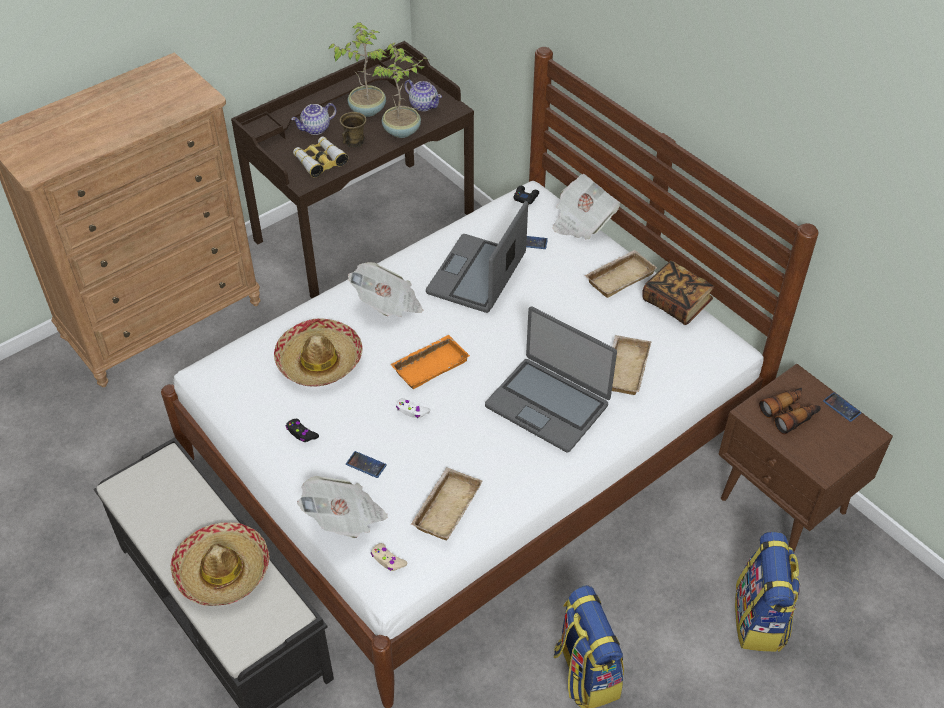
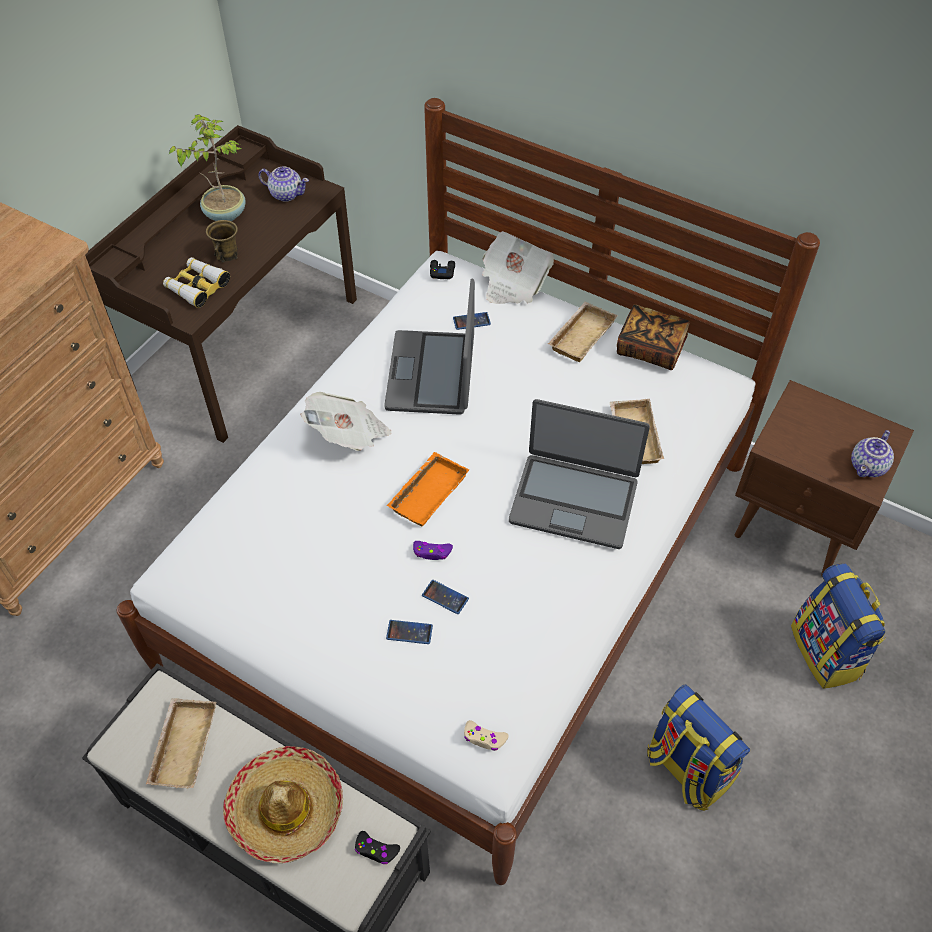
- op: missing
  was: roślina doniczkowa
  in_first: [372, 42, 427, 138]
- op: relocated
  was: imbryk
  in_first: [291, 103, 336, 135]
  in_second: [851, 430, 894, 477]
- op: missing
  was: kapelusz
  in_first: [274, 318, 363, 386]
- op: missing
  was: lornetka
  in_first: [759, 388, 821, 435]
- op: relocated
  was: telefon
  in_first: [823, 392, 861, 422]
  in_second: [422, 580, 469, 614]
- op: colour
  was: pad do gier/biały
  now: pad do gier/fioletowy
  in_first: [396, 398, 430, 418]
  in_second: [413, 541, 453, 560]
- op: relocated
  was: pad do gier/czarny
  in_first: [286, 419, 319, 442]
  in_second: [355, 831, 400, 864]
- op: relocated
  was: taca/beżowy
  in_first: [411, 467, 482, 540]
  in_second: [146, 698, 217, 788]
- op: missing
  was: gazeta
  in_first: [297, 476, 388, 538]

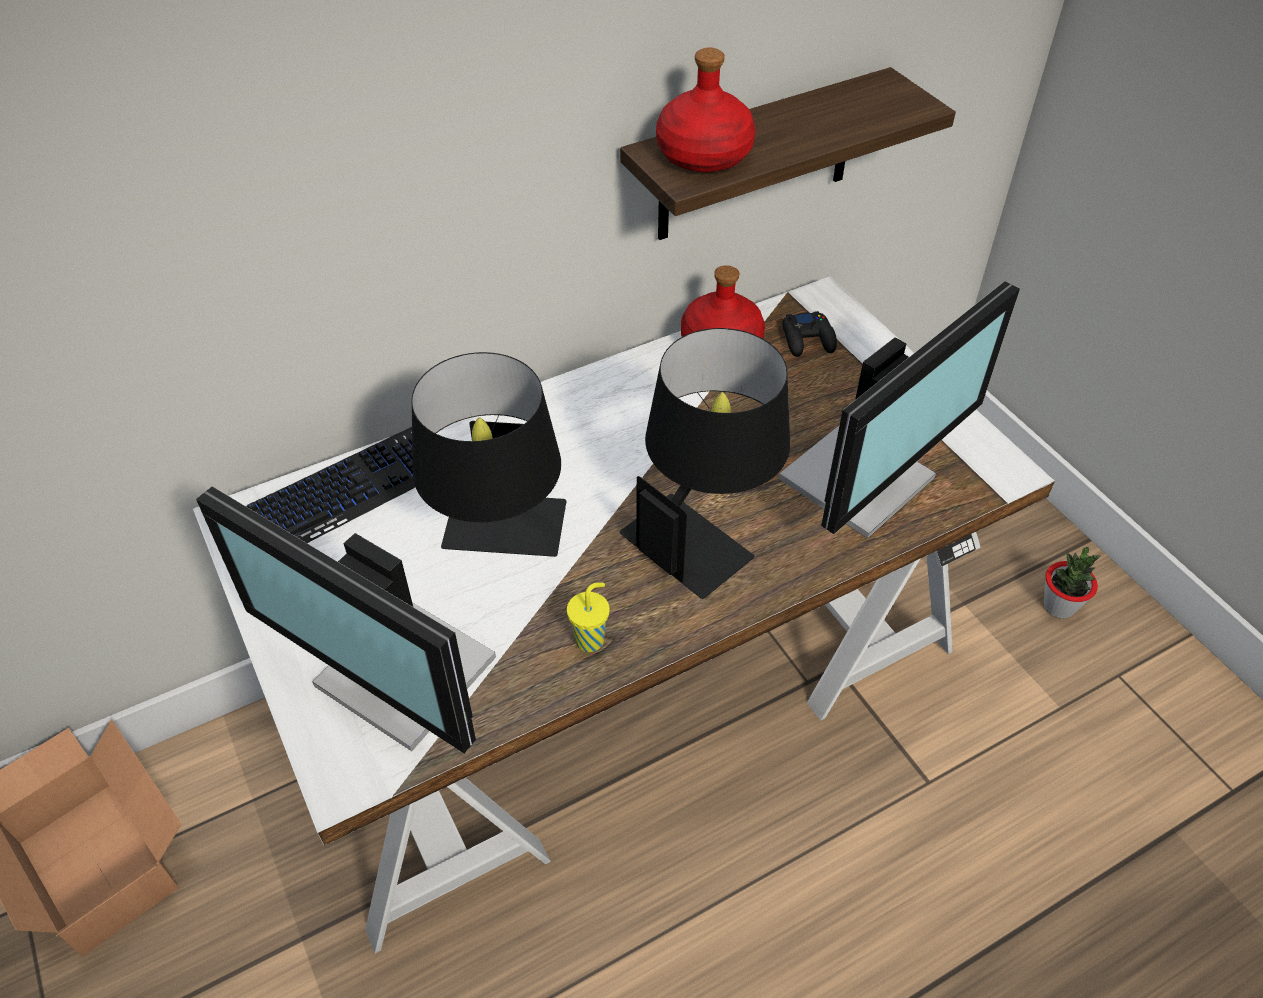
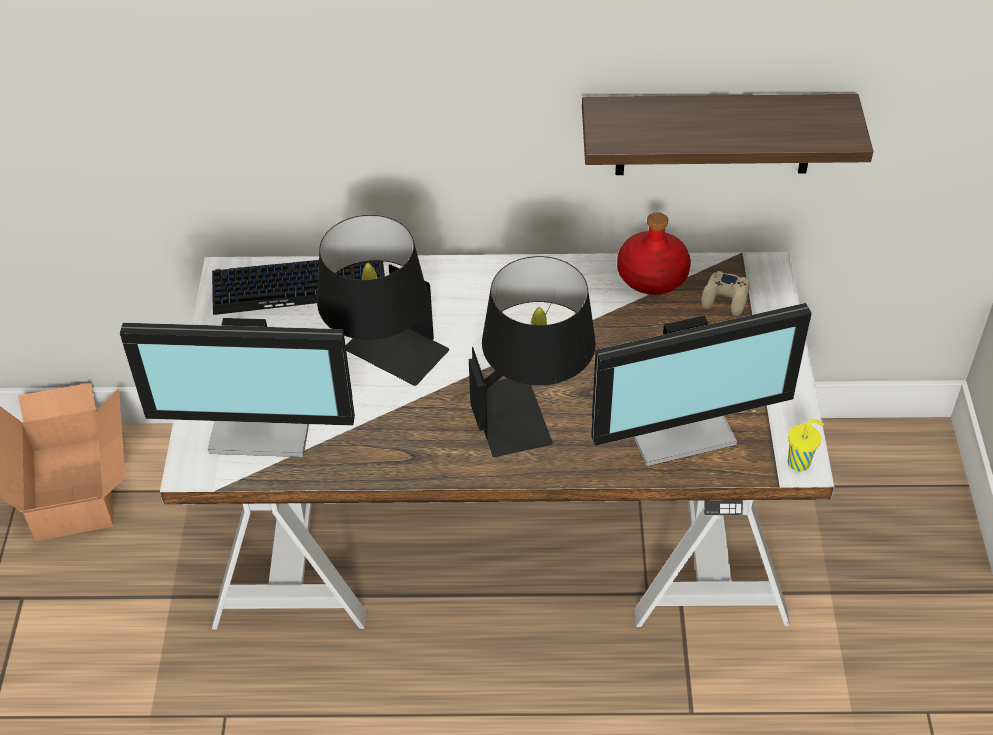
- op: missing
  was: butelka/czerwony
  in_first: [656, 48, 756, 172]
- op: colour
  was: pad do gier/czarny
  now: pad do gier/beżowy
  in_first: [782, 311, 837, 357]
  in_second: [701, 271, 750, 316]
- op: spun
  was: monitor
  in_first: [196, 486, 496, 753]
  in_second: [120, 318, 355, 457]
  clockwise: -60
- op: missing
  was: roślina doniczkowa
  in_first: [1044, 547, 1100, 618]
- op: relocated
  was: filiżanka/żółty
  in_first: [567, 583, 610, 652]
  in_second: [788, 419, 824, 471]

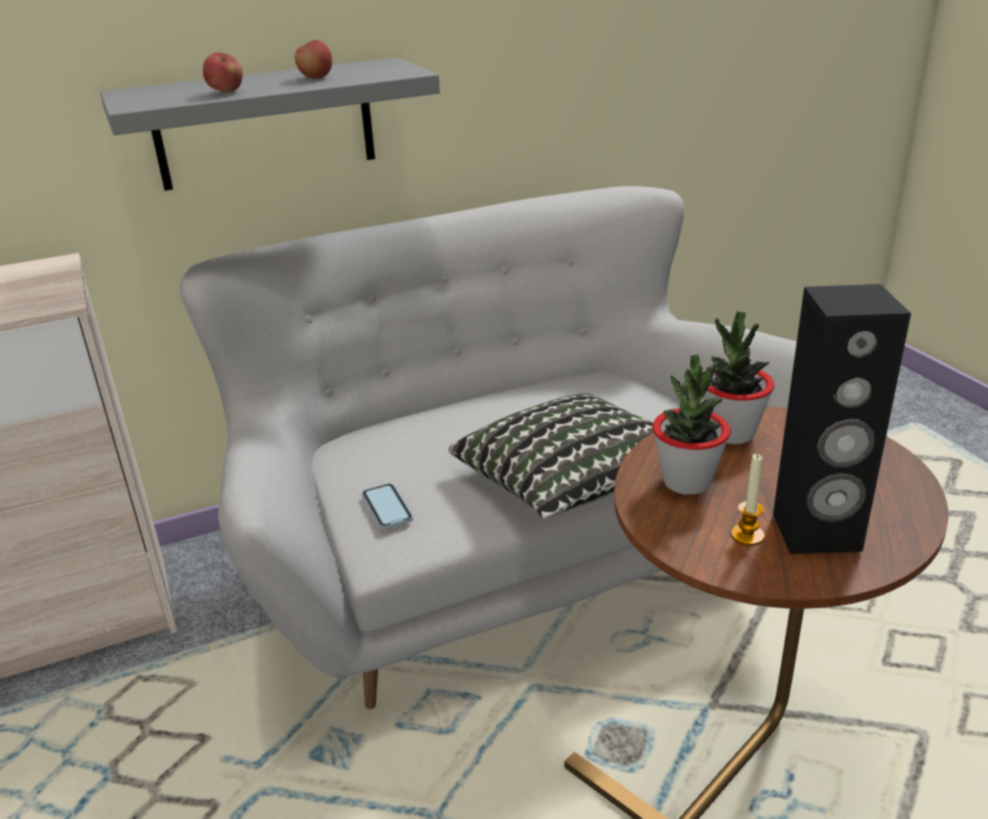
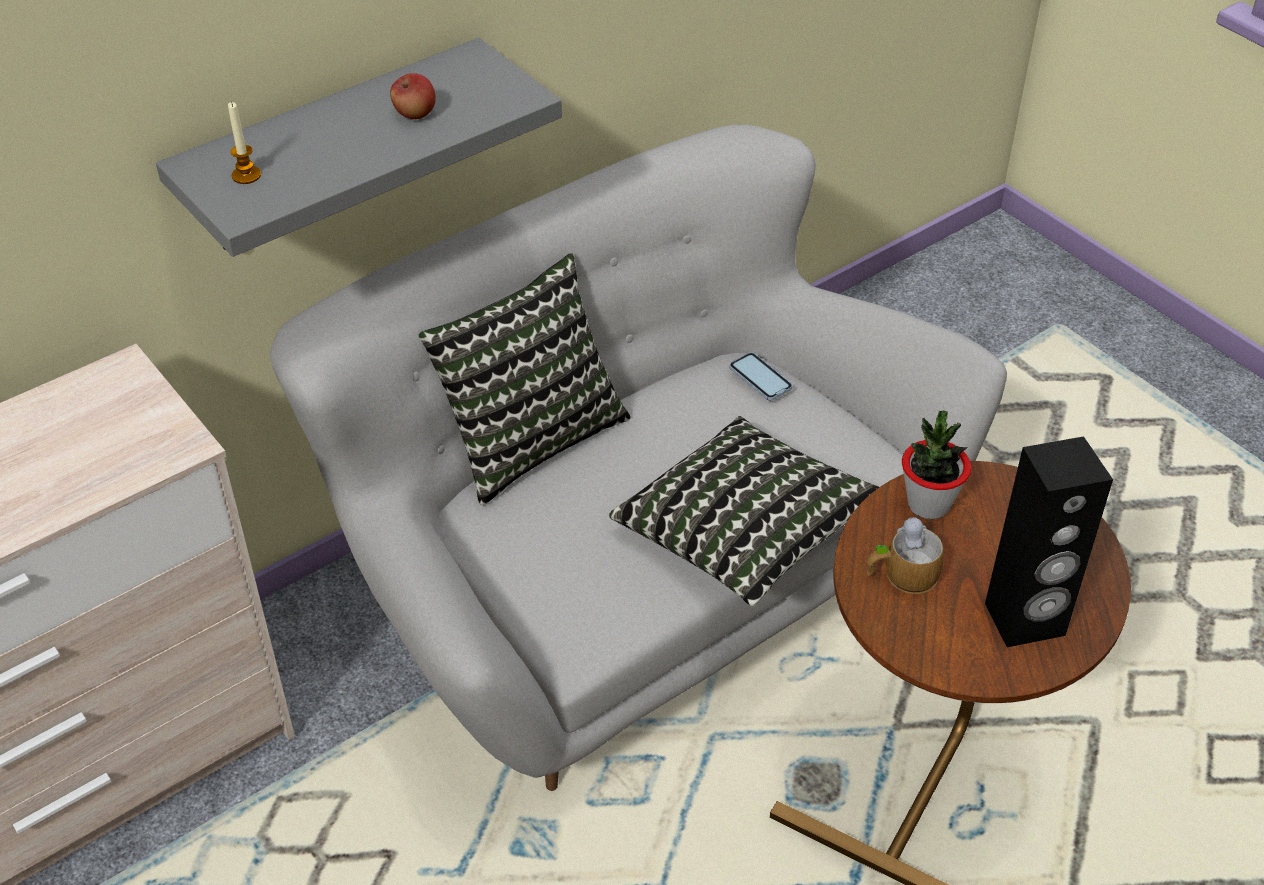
- op: missing
  was: jabłko
  in_first: [203, 52, 243, 92]
- op: exchanged
  was: roślina doniczkowa
  now: kubek
  in_first: [652, 354, 731, 495]
  in_second: [866, 517, 944, 594]
- op: relocated
  was: świeca
  in_first: [731, 454, 765, 546]
  in_second: [228, 102, 261, 184]
- op: relocated
  was: telefon
  in_first: [362, 483, 413, 529]
  in_second: [729, 353, 792, 400]
- op: appeared
  now: poduszka
  in_second: [419, 253, 631, 505]

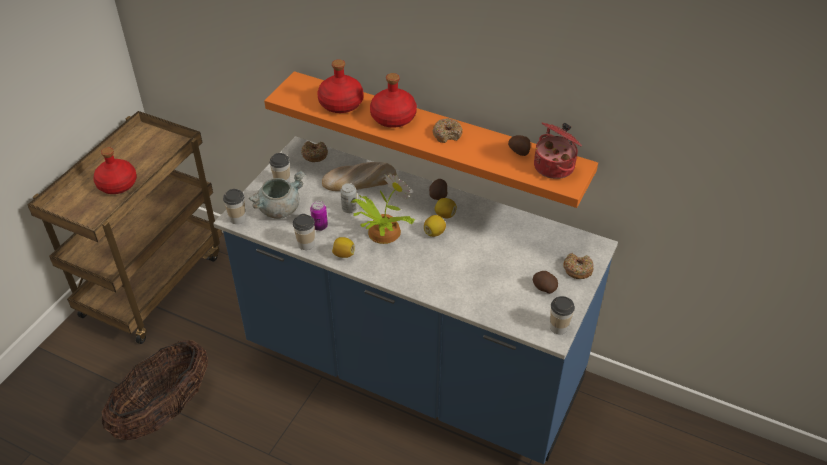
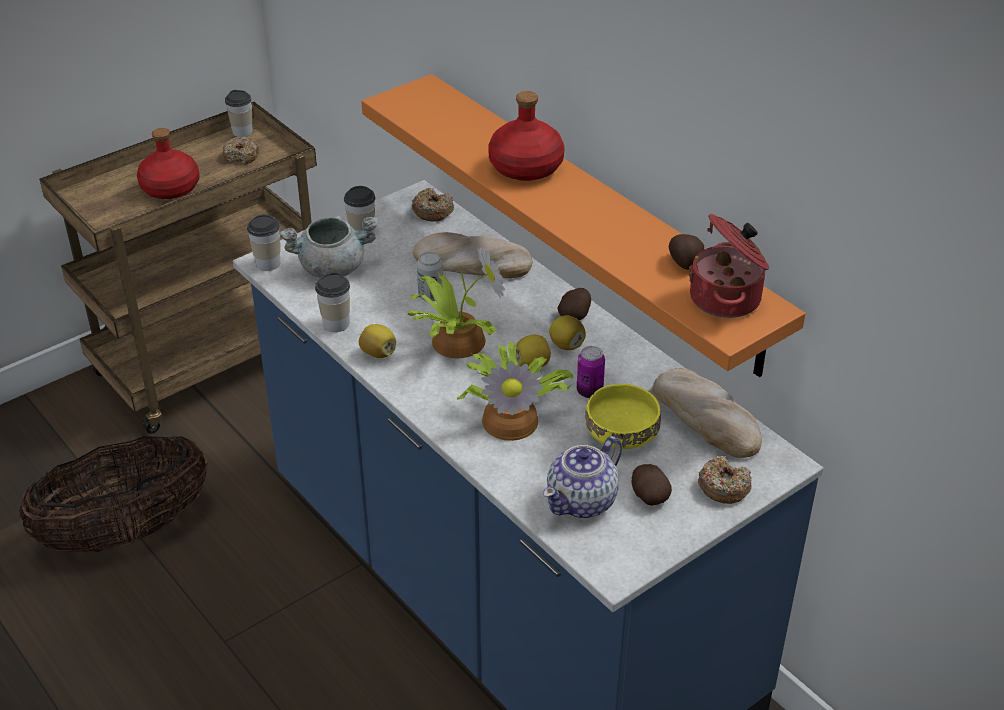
- op: missing
  was: butelka/czerwony
  in_first: [317, 59, 363, 113]
- op: relocated
  was: donut
  in_first: [433, 118, 463, 143]
  in_second: [223, 136, 259, 164]
- op: relocated
  was: puszka
  in_first: [310, 201, 328, 231]
  in_second: [577, 346, 605, 398]
- op: relocated
  was: filiżanka
  in_first: [550, 296, 575, 335]
  in_second: [225, 90, 253, 137]
- op: appeared
  now: roślina doniczkowa
  in_second: [457, 341, 573, 441]
- op: appeared
  now: chleb
  in_second: [653, 368, 762, 458]
- op: appeared
  now: miska/żółty
  in_second: [585, 384, 661, 449]
- op: appeared
  now: imbryk
  in_second: [543, 436, 622, 518]

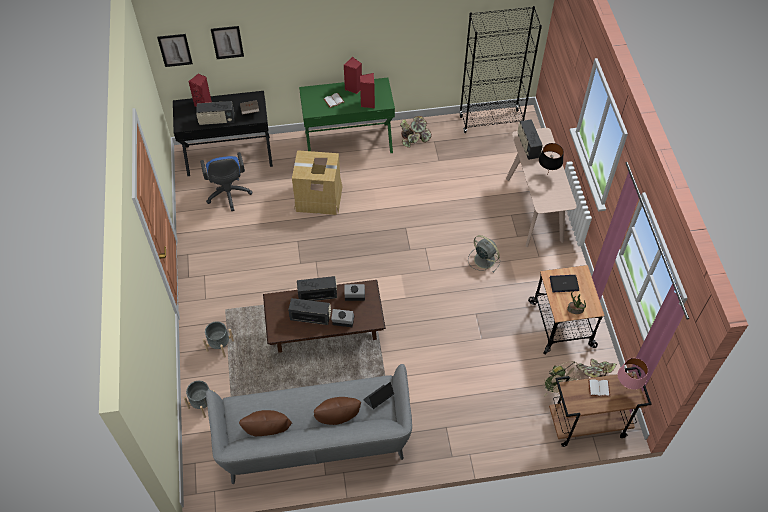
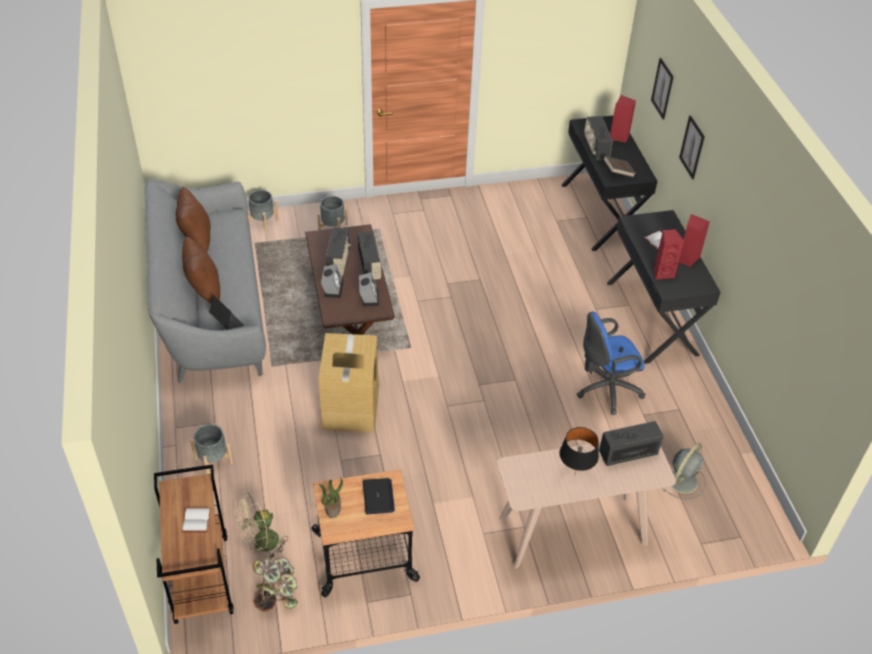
- op: missing
  was: regał/czarny
  in_first: [459, 6, 542, 133]
- op: relocated
  was: obraz
  in_first: [157, 34, 193, 67]
  in_second: [679, 115, 705, 179]
- op: colour
  was: biurko/zielony
  now: biurko/czarny
  in_first: [299, 78, 395, 153]
  in_second: [607, 210, 721, 364]
- op: missing
  was: roślina doniczkowa
  in_first: [400, 116, 432, 148]
- op: relocated
  was: karton
  in_first: [292, 150, 343, 215]
  in_second: [318, 333, 379, 432]
- op: relocated
  was: krzesło biurowe/niebieski
  in_first: [200, 152, 253, 211]
  in_second: [577, 311, 645, 415]
- op: relocated
  was: wentylator/szary
  in_first: [468, 235, 500, 273]
  in_second: [663, 443, 706, 499]
- op: missing
  was: lampa stołowa/różowy
  in_first: [618, 358, 648, 390]
- op: appeared
  now: donica/szary
  in_second: [190, 424, 233, 474]

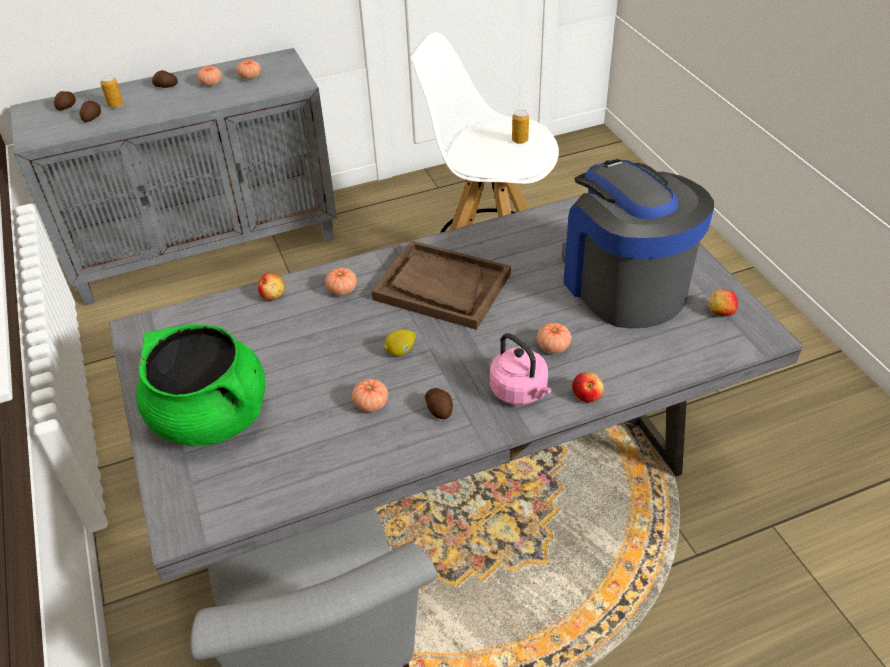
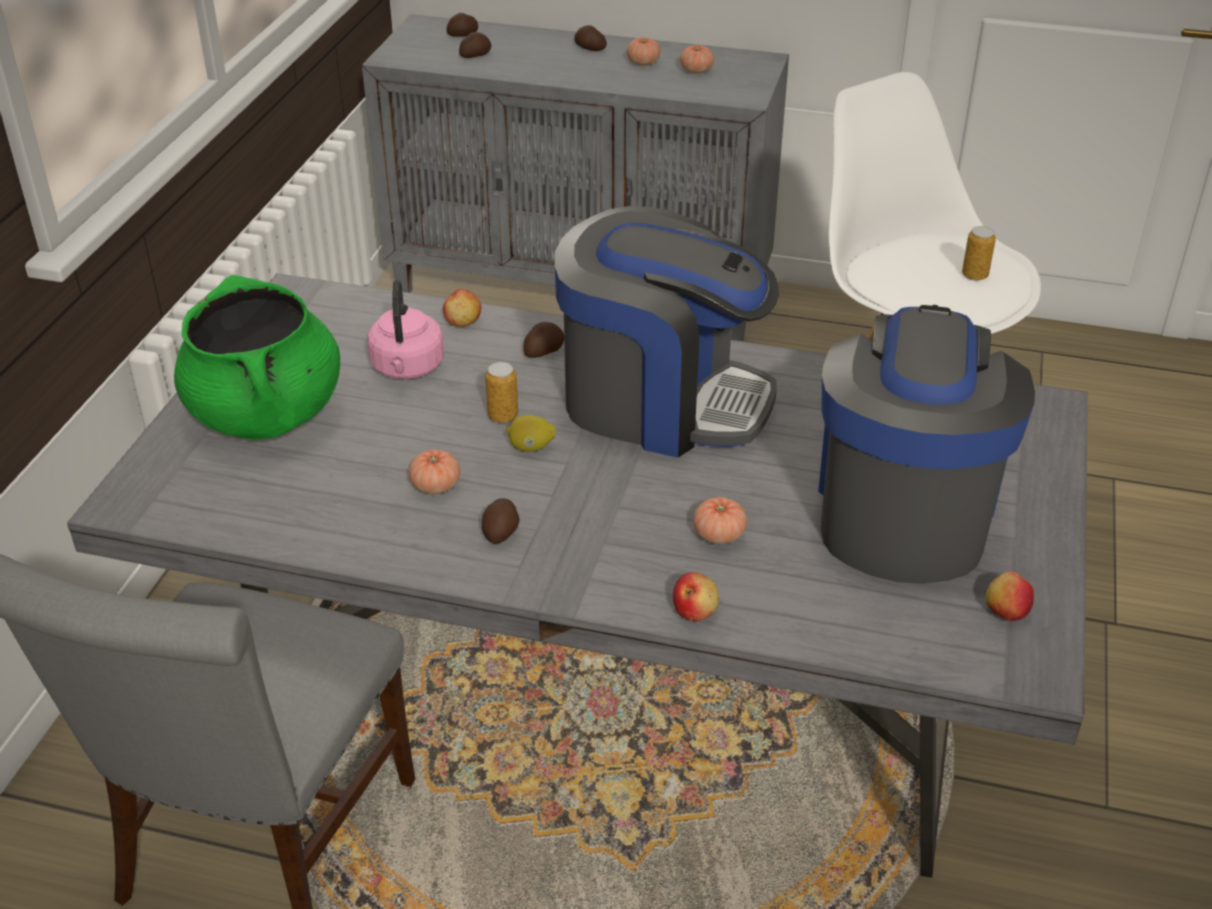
- op: relocated
  was: puszka
  in_first: [100, 75, 123, 108]
  in_second: [485, 362, 518, 423]
- op: exchanged
  was: taca/brązowy
  now: ekspres do kawy
  in_first: [371, 240, 511, 330]
  in_second: [555, 206, 779, 458]
- op: exchanged
  was: pomidor
  now: ziemniak
  in_first: [325, 268, 357, 295]
  in_second: [523, 322, 564, 358]
- op: relocated
  was: czajnik/różowy
  in_first: [490, 333, 552, 405]
  in_second: [367, 280, 444, 379]

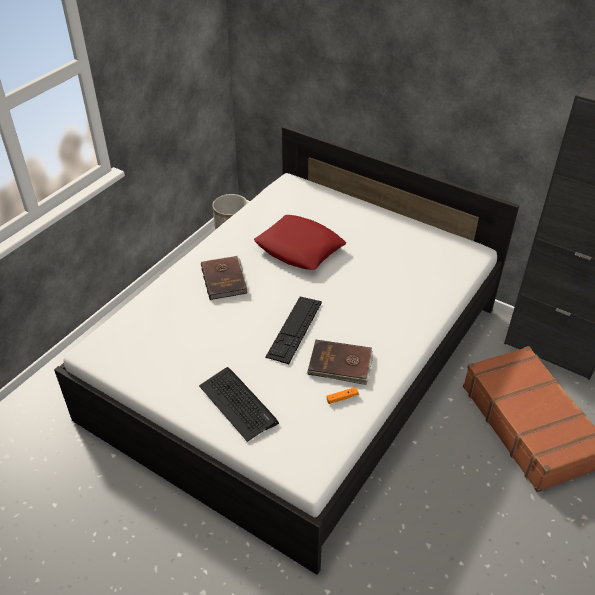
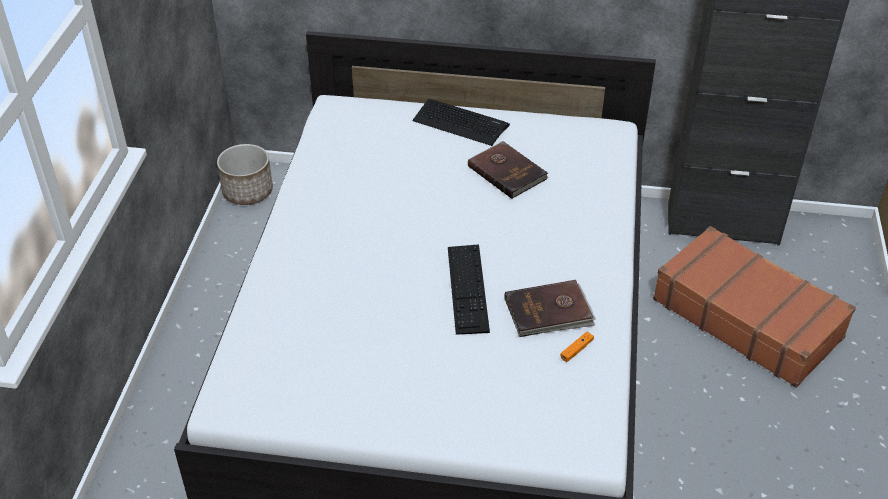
- op: missing
  was: poduszka/czerwony
  in_first: [254, 215, 346, 270]
- op: relocated
  was: książka/brązowy
  in_first: [201, 256, 248, 300]
  in_second: [468, 141, 548, 199]
- op: relocated
  was: klawiatura
  in_first: [199, 367, 279, 442]
  in_second: [413, 99, 510, 146]

